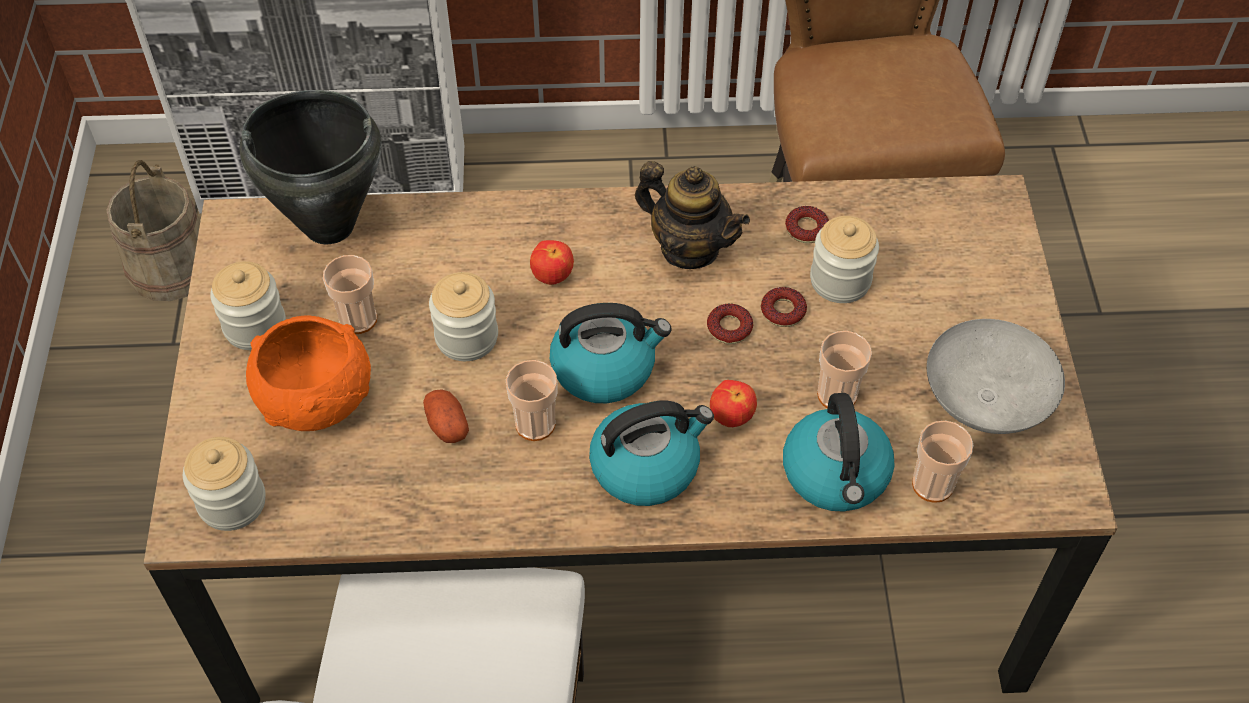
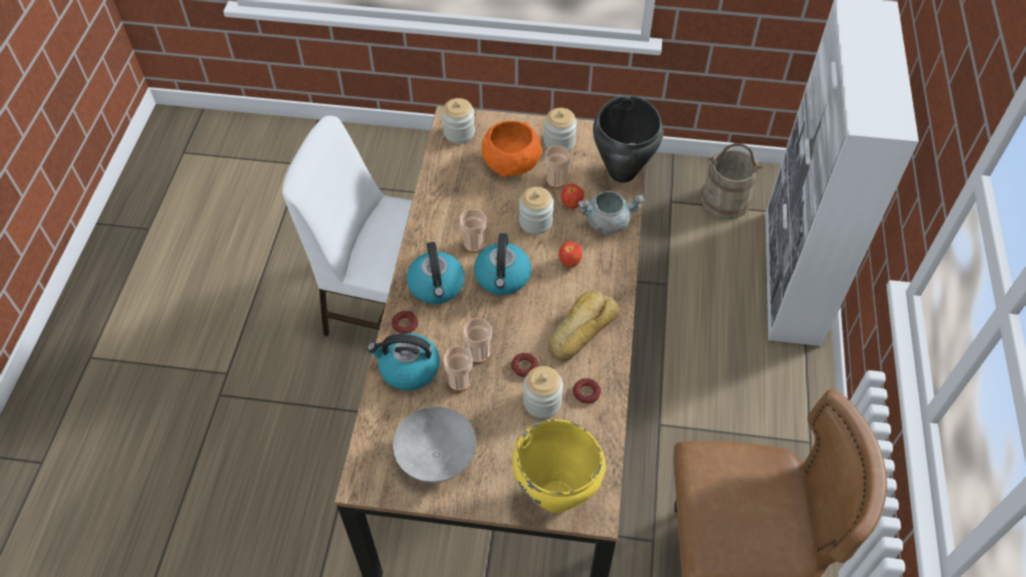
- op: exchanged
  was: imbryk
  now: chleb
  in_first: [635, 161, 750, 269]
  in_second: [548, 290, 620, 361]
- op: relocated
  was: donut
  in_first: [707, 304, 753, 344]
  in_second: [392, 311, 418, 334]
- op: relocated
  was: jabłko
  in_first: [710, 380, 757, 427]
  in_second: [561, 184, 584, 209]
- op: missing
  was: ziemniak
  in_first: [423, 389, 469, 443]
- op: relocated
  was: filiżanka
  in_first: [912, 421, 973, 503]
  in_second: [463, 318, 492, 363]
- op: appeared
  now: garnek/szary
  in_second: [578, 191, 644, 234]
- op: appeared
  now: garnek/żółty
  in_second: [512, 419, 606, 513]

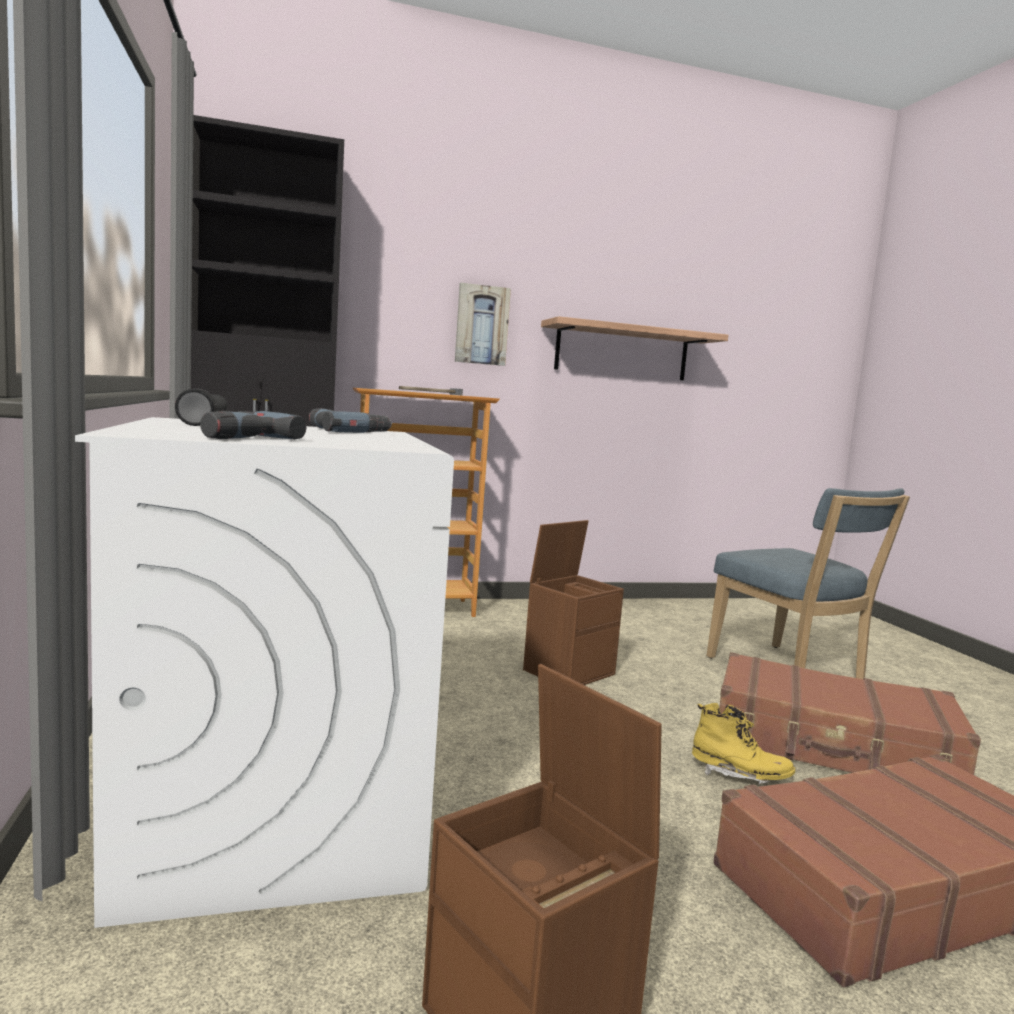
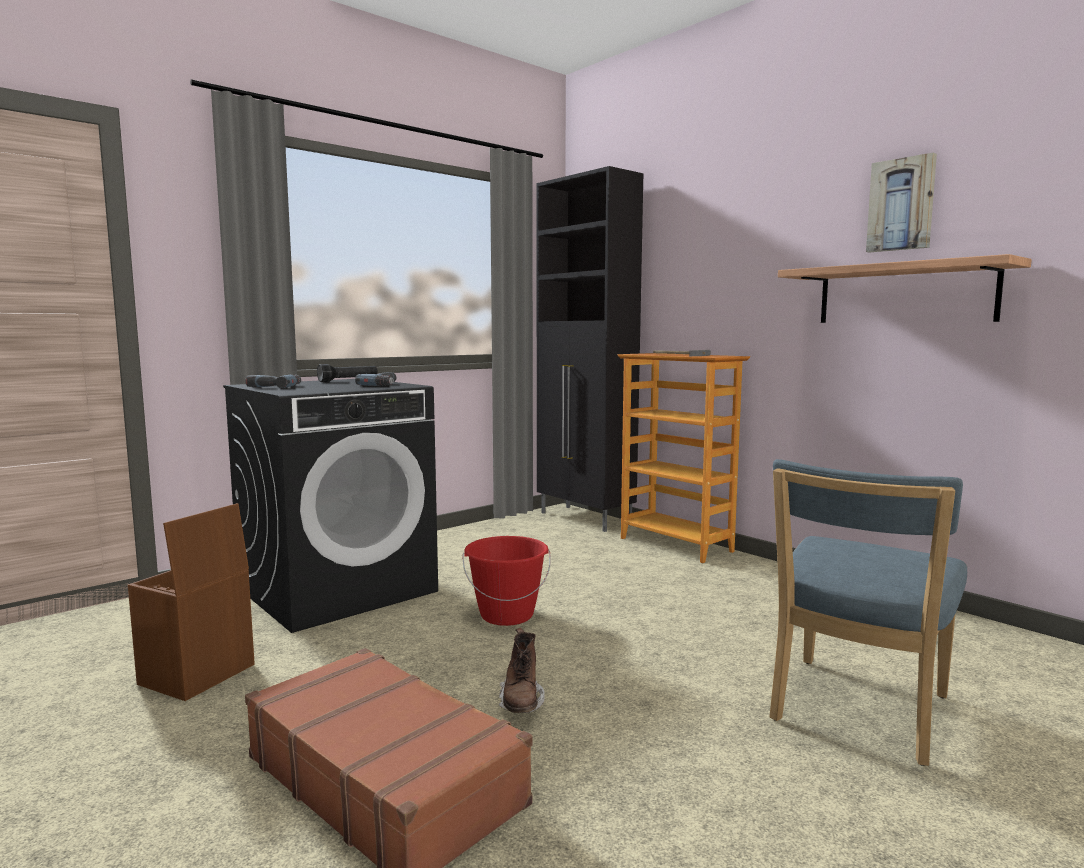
- op: relocated
  was: obraz
  in_first: [455, 283, 511, 366]
  in_second: [866, 153, 937, 252]
- op: colour
  was: pralka/biały
  now: pralka/czarny
  in_first: [75, 417, 454, 928]
  in_second: [223, 379, 438, 633]
- op: missing
  was: pojemnik do przechowywania/brązowy
  in_first: [523, 520, 624, 685]
- op: missing
  was: walizka/brązowy
  in_first: [719, 652, 981, 775]
- op: colour
  was: but z cholewką/żółty
  now: but z cholewką/brązowy
  in_first: [692, 703, 795, 784]
  in_second: [499, 628, 545, 713]
- op: appeared
  now: wiadro/czerwony
  in_second: [463, 536, 551, 626]

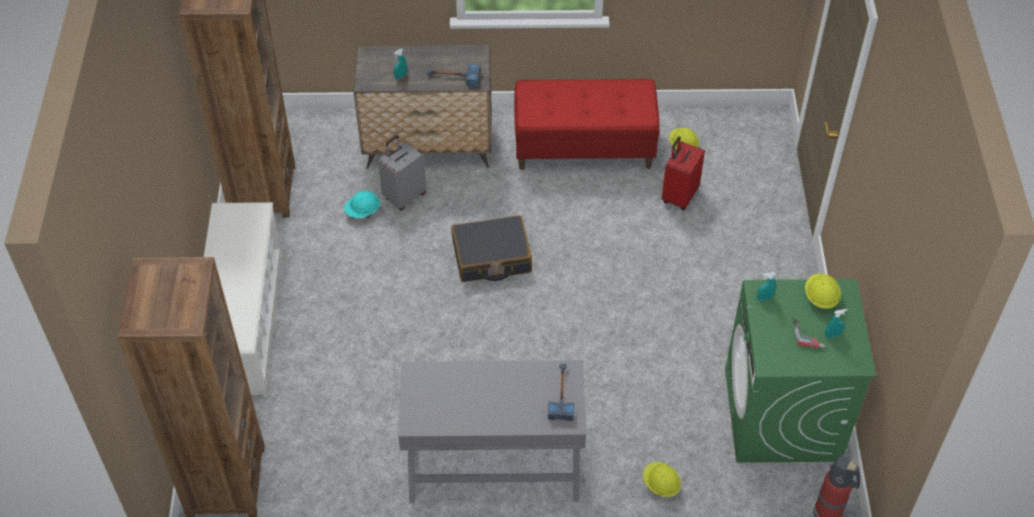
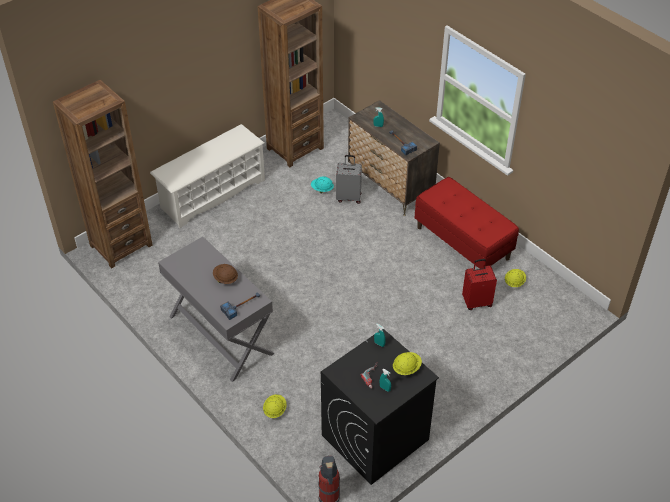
- op: missing
  was: walizka/czarny
  in_first: [451, 215, 532, 282]
- op: colour
  was: pralka/zielony
  now: pralka/czarny
  in_first: [725, 279, 876, 463]
  in_second: [321, 329, 439, 485]
- op: appeared
  now: kask/brązowy
  in_second: [213, 264, 238, 284]

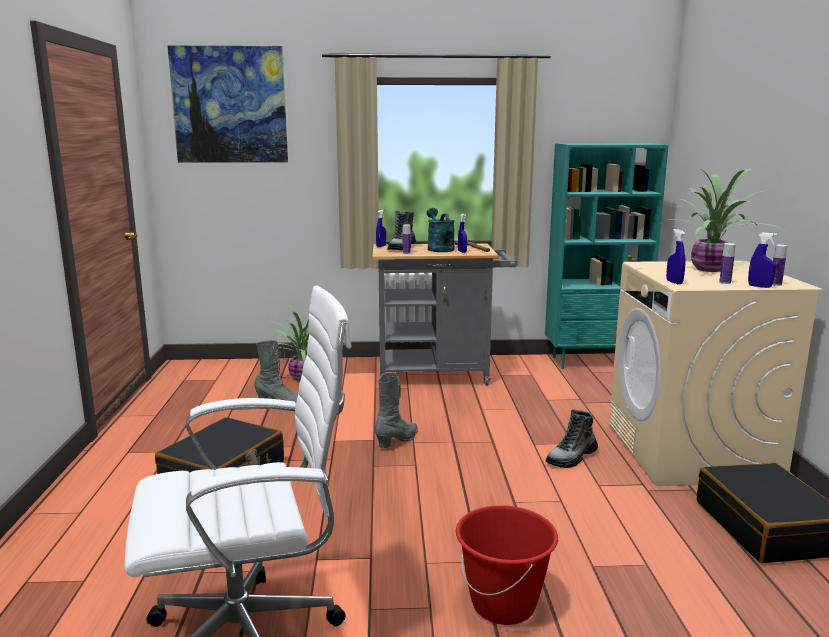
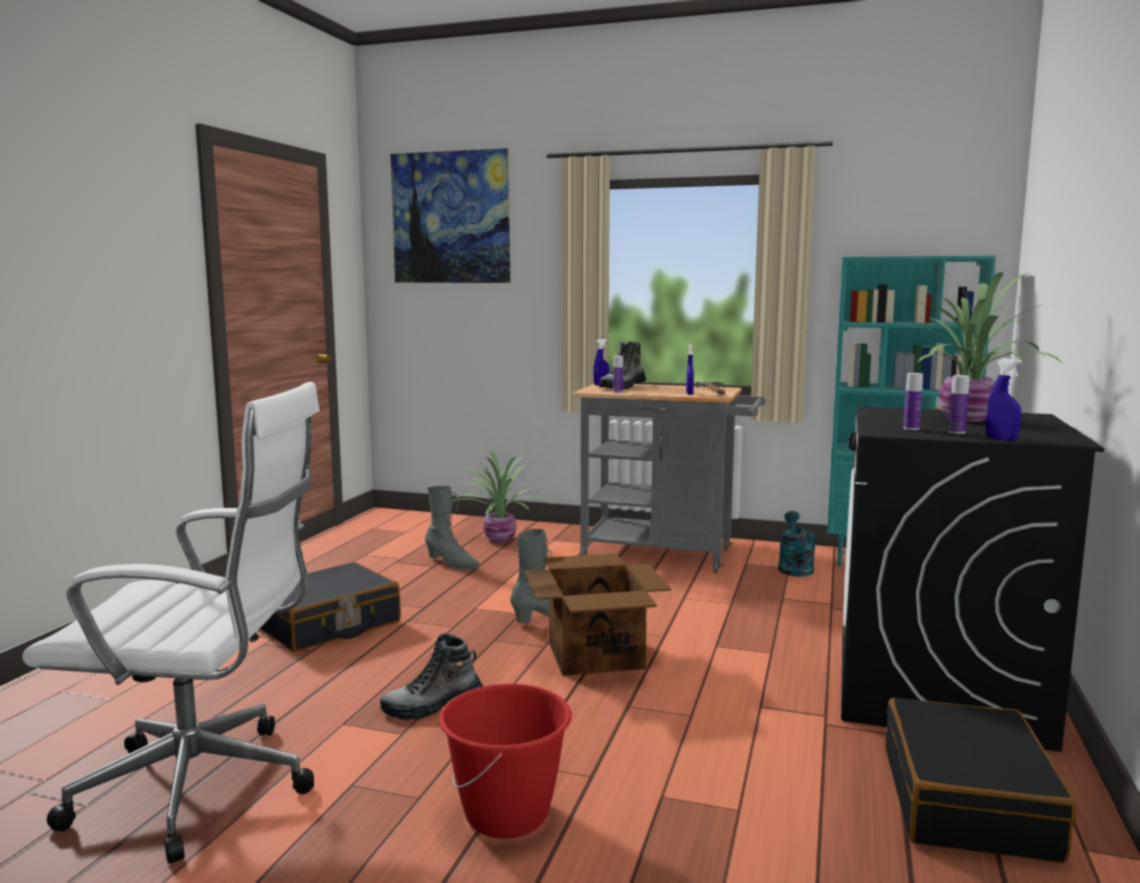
- op: relocated
  was: konewka/turkusowy
  in_first: [427, 208, 455, 252]
  in_second: [778, 511, 816, 577]
- op: missing
  was: spryskiwacz/niebieski
  in_first: [666, 229, 685, 284]
- op: relocated
  was: butelka
  in_first: [772, 245, 787, 286]
  in_second: [903, 373, 923, 430]
- op: colour
  was: pralka/beżowy
  now: pralka/czarny
  in_first: [609, 261, 824, 486]
  in_second: [841, 406, 1104, 752]
- op: relocated
  was: but z cholewką
  in_first: [546, 409, 598, 468]
  in_second: [380, 633, 483, 720]
- op: appeared
  now: karton
  in_second: [525, 553, 671, 676]

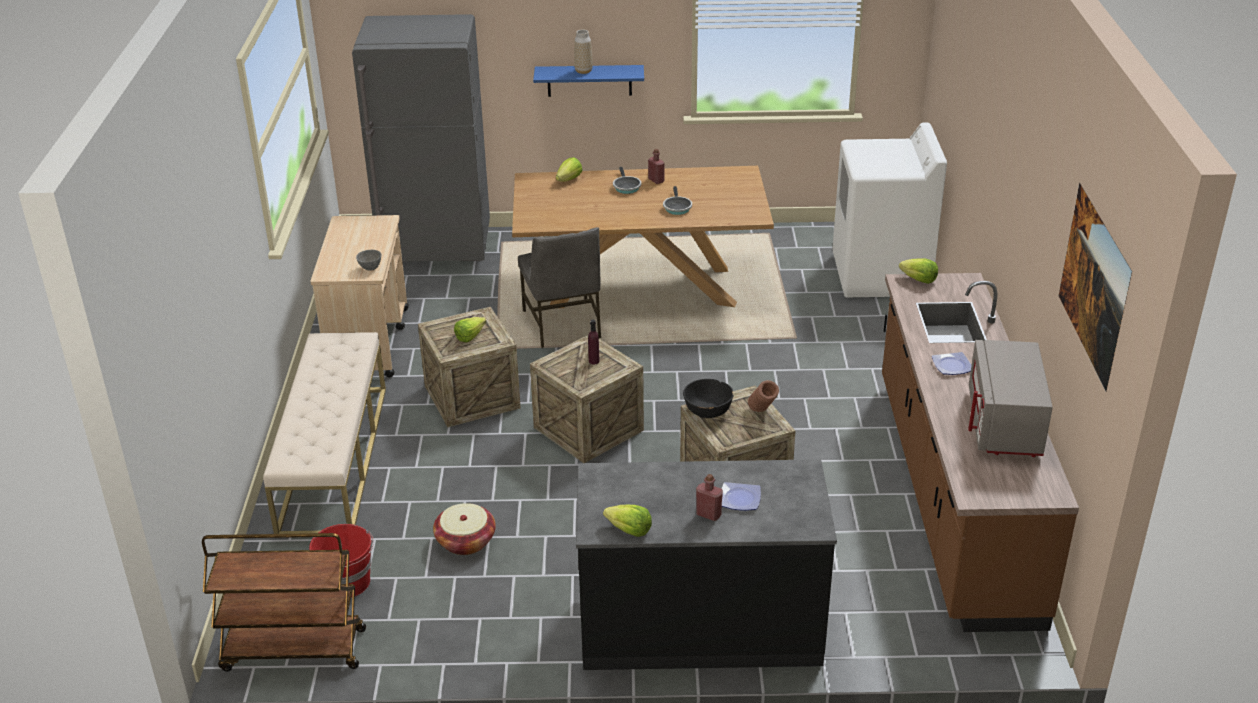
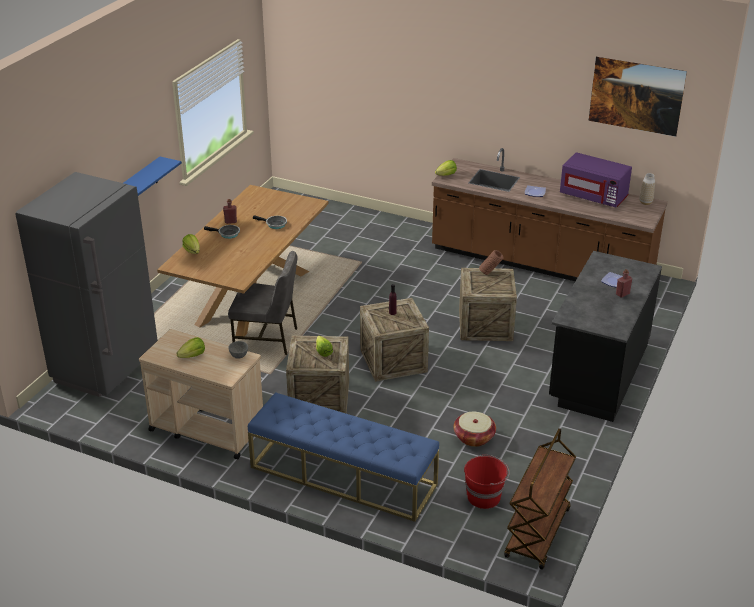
- op: relocated
  was: wazon
  in_first: [574, 30, 593, 74]
  in_second: [640, 173, 655, 205]
- op: missing
  was: pralka/biały
  in_first: [832, 123, 947, 297]
- op: colour
  was: ławka/beżowy
  now: ławka/niebieski
  in_first: [263, 332, 386, 534]
  in_second: [248, 392, 439, 522]
- op: colour
  was: mikrofalówka/szary
  now: mikrofalówka/fioletowy
  in_first: [968, 340, 1053, 457]
  in_second: [560, 152, 632, 208]
- op: missing
  was: miska/czarny
  in_first: [683, 379, 734, 418]
- op: relocated
  was: sałata
  in_first: [603, 505, 652, 537]
  in_second: [176, 337, 205, 358]

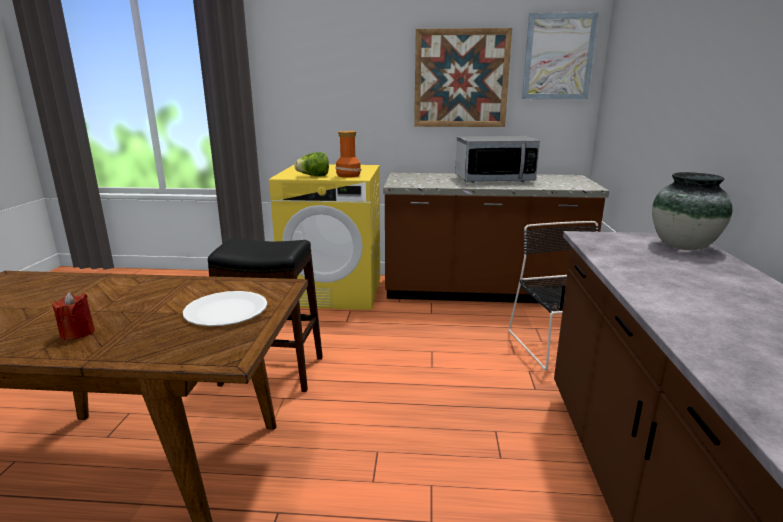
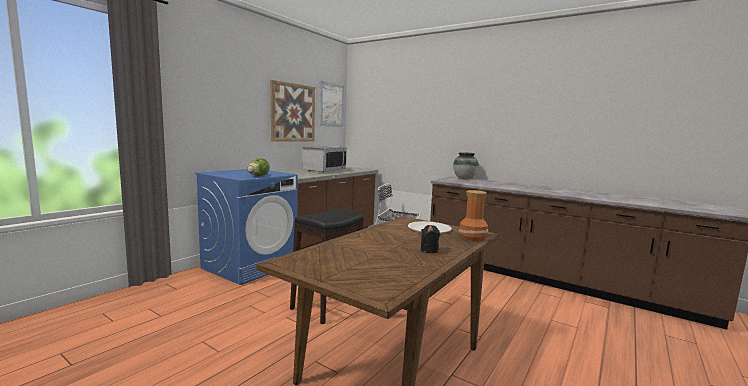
- op: relocated
  was: wazon
  in_first: [335, 131, 361, 178]
  in_second: [459, 190, 488, 241]
- op: colour
  was: pralka/żółty
  now: pralka/niebieski
  in_first: [269, 164, 380, 310]
  in_second: [195, 169, 298, 285]
- op: colour
  was: świeca/czerwony
  now: świeca/czarny
  in_first: [52, 292, 95, 341]
  in_second: [421, 225, 440, 253]

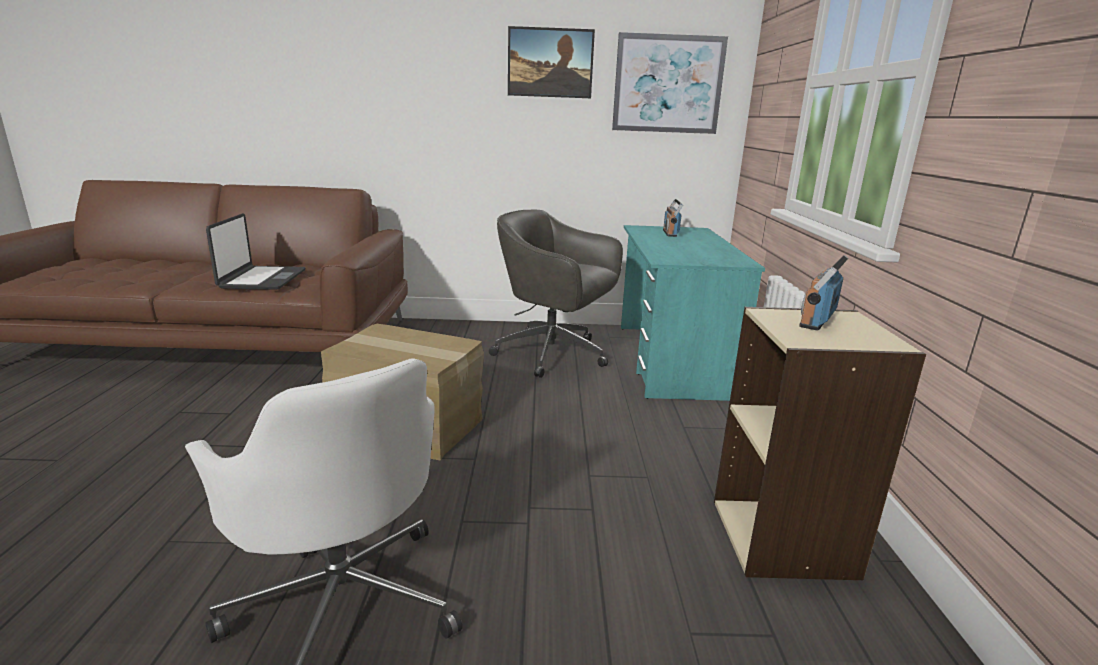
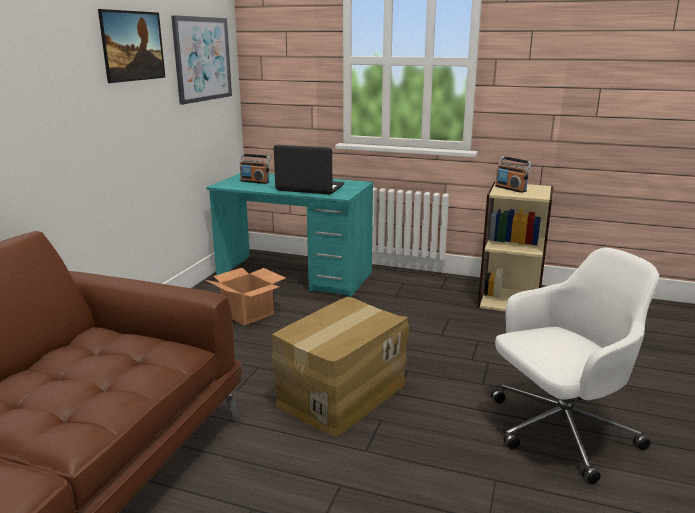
- op: exchanged
  was: krzesło biurowe/szary
  now: karton
  in_first: [489, 210, 623, 378]
  in_second: [206, 268, 286, 326]
- op: relocated
  was: laptop
  in_first: [206, 213, 305, 290]
  in_second: [274, 145, 344, 194]

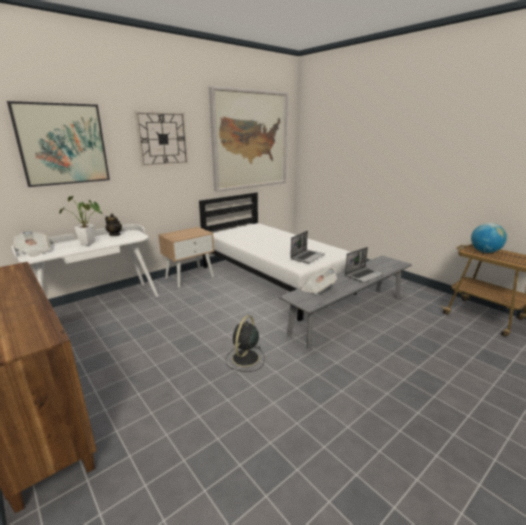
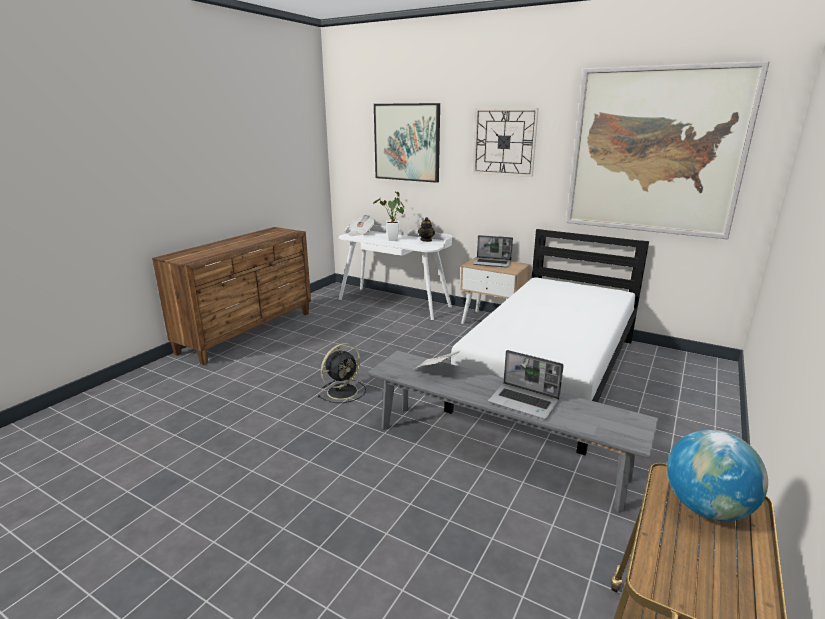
- op: relocated
  was: laptop
  in_first: [290, 231, 324, 263]
  in_second: [473, 235, 513, 268]
- op: spun
  was: wentylator/czarny
  in_first: [225, 315, 264, 372]
  in_second: [318, 343, 366, 403]
  clockwise: 135

